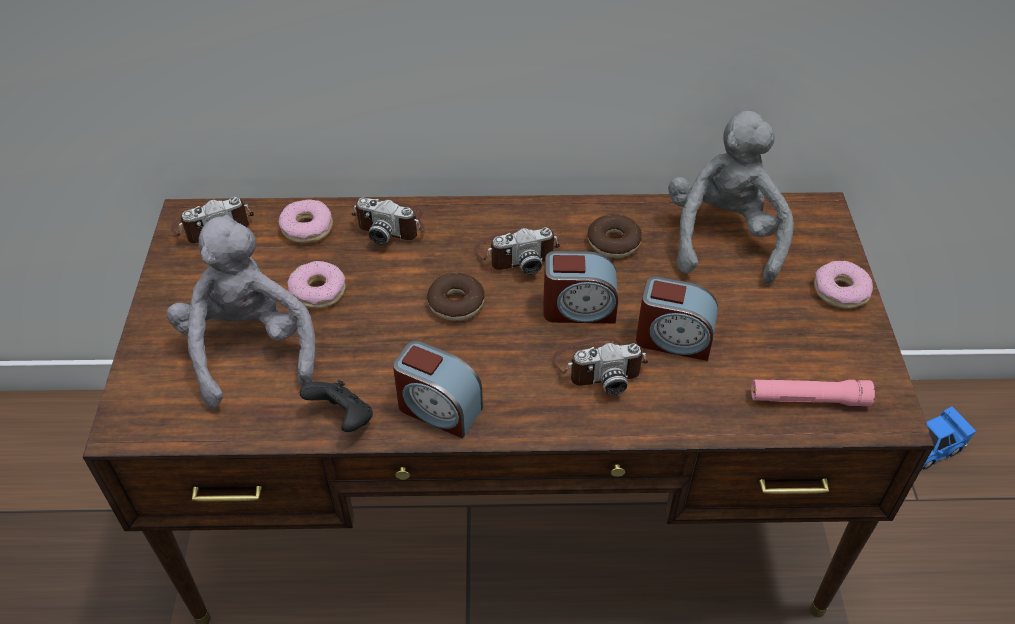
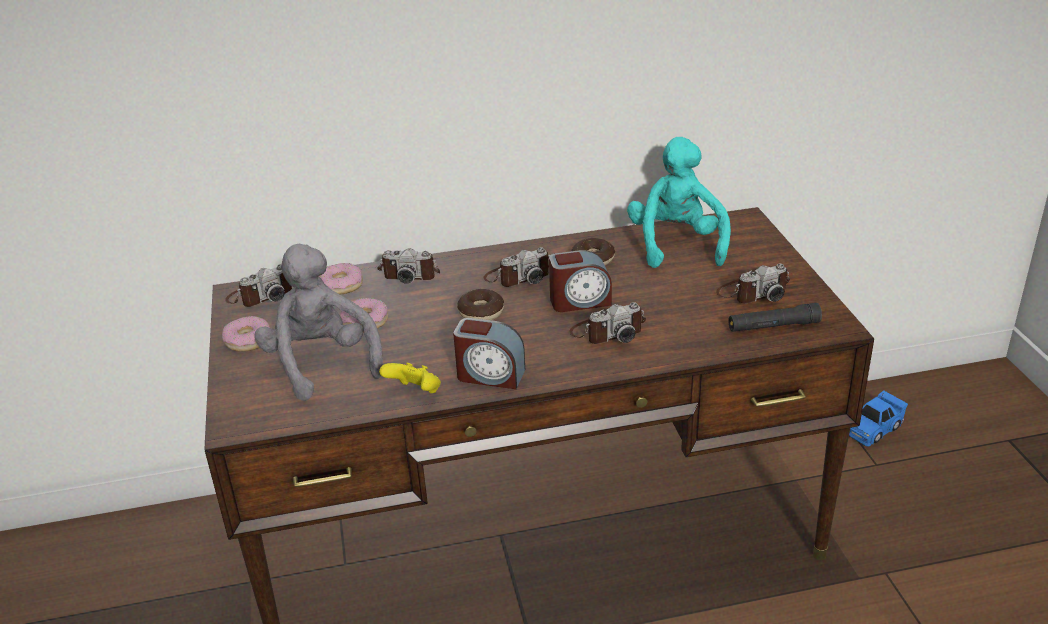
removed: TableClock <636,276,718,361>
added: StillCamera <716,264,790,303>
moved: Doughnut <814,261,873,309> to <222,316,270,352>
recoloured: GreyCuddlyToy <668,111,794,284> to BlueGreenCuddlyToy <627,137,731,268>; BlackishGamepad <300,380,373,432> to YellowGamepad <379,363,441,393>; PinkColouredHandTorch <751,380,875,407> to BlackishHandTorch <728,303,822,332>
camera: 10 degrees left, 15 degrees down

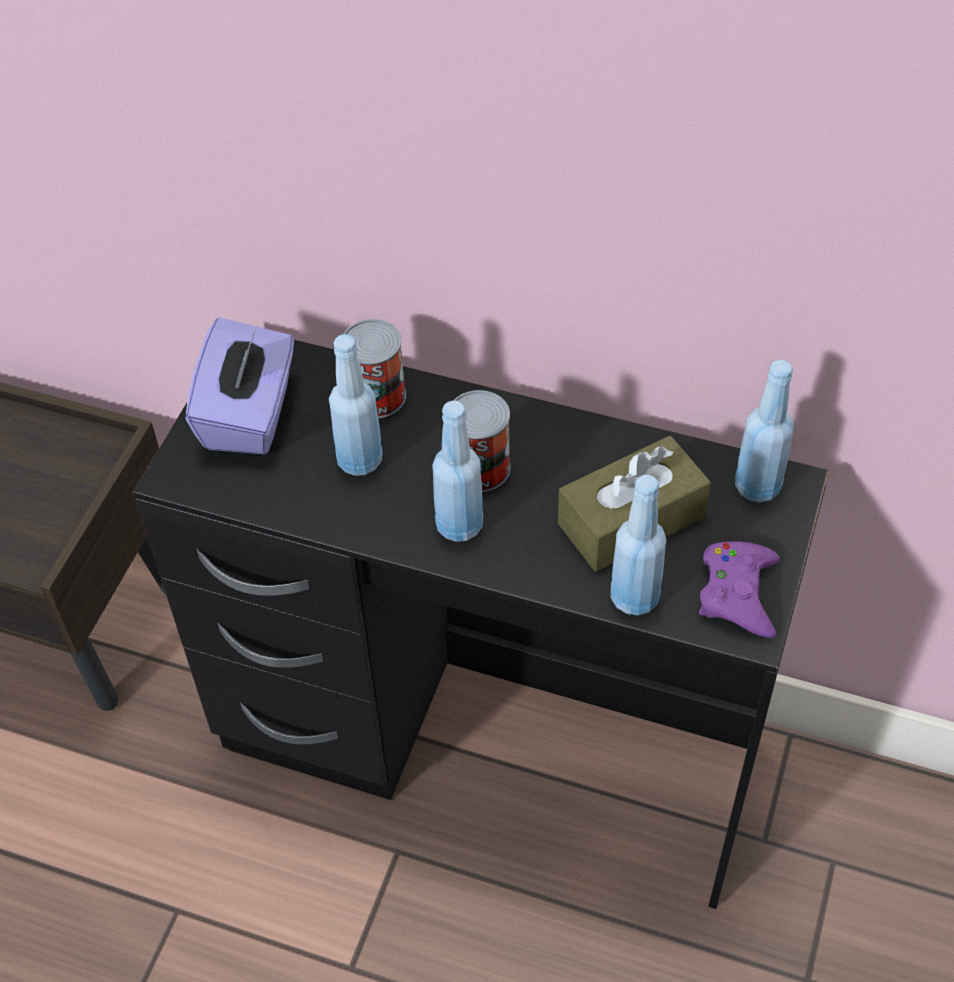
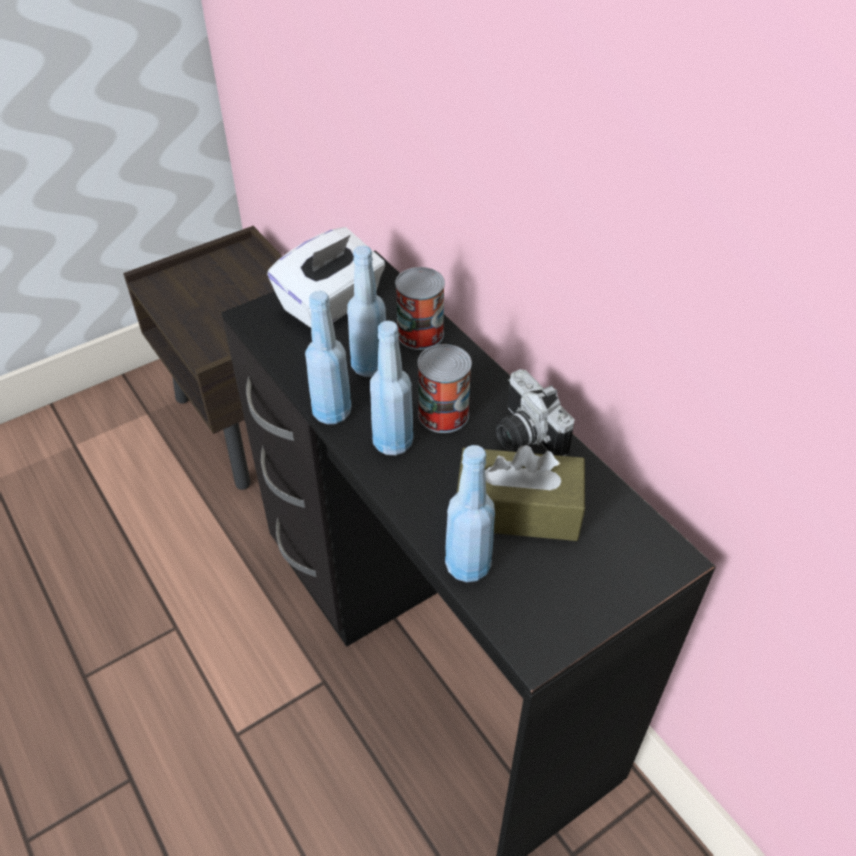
removed: PurpleColouredGamepad <699,542,780,638>
added: StillCamera <496,369,575,456>
moved: BlueDrinkBottle <735,360,794,502> to <305,291,351,424>
recoloured: PurpleColouredTissueBox <185,317,294,454> to WhiteTissueBox <267,227,386,328>
camera: 35 degrees right, 5 degrees down

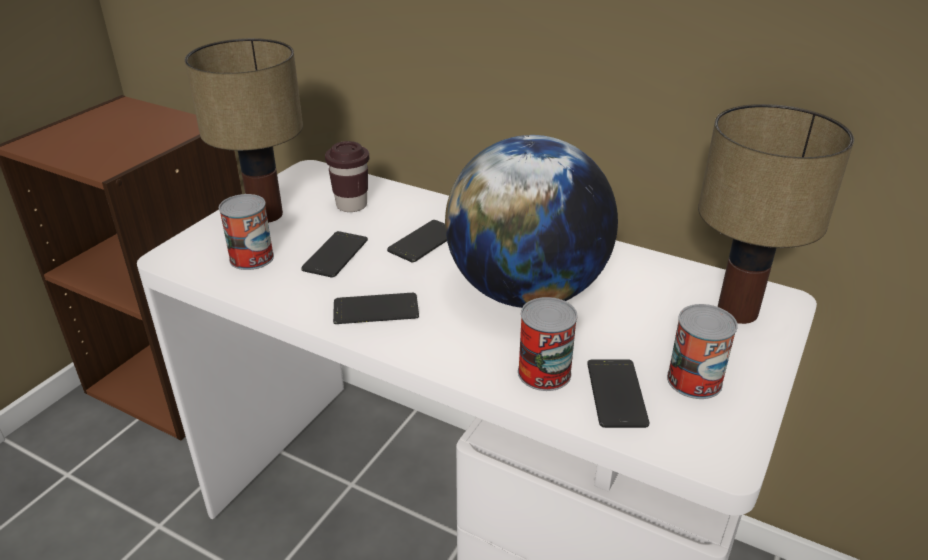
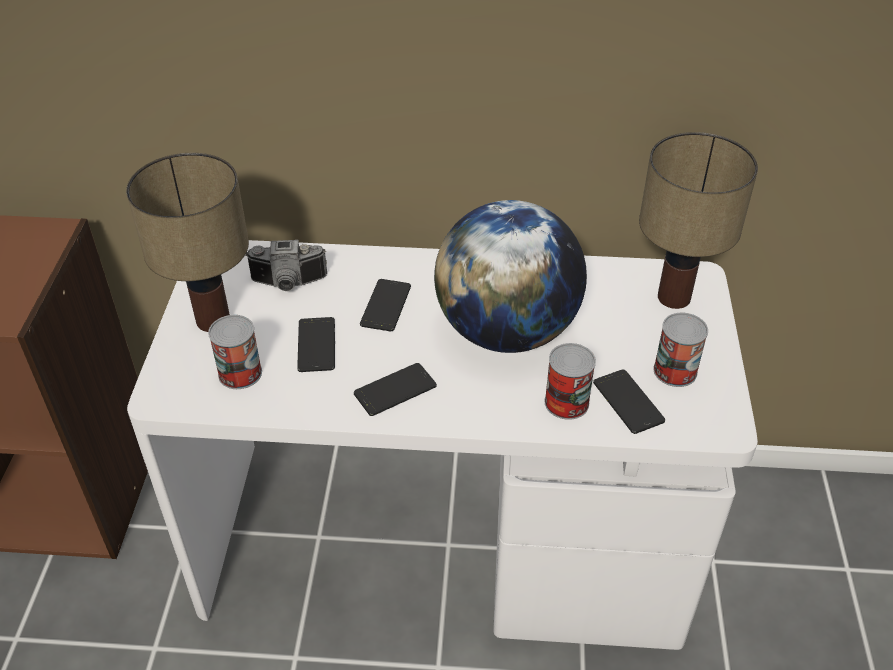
replaced: BrownCup <325,141,369,212> to StillCamera <245,240,327,291>
camera: 25 degrees left, 10 degrees up

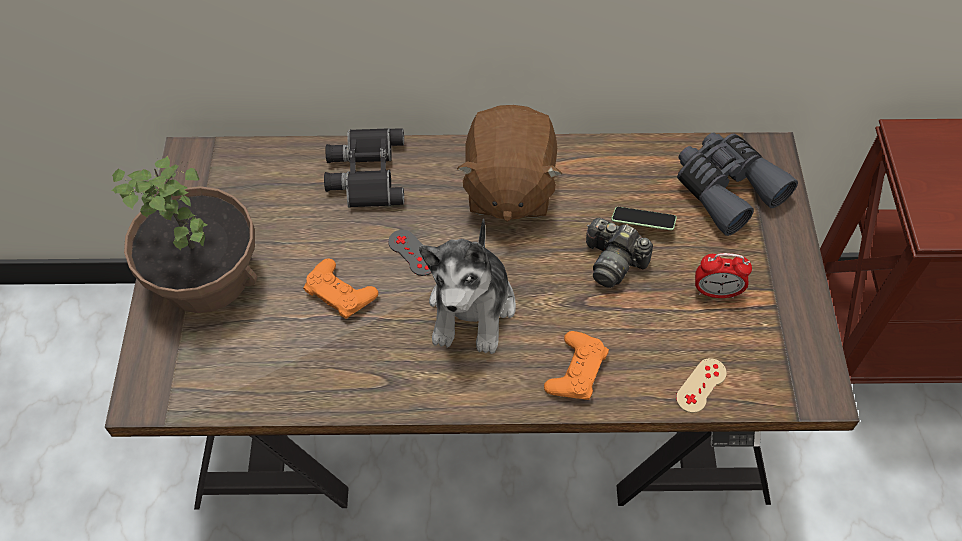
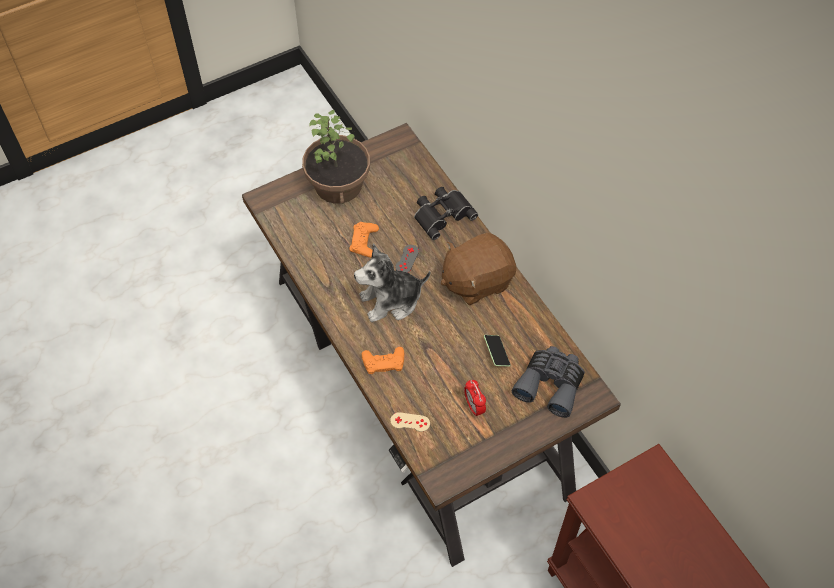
removed: StillCamera <586,218,653,288>
camera: 60 degrees right, 0 degrees up

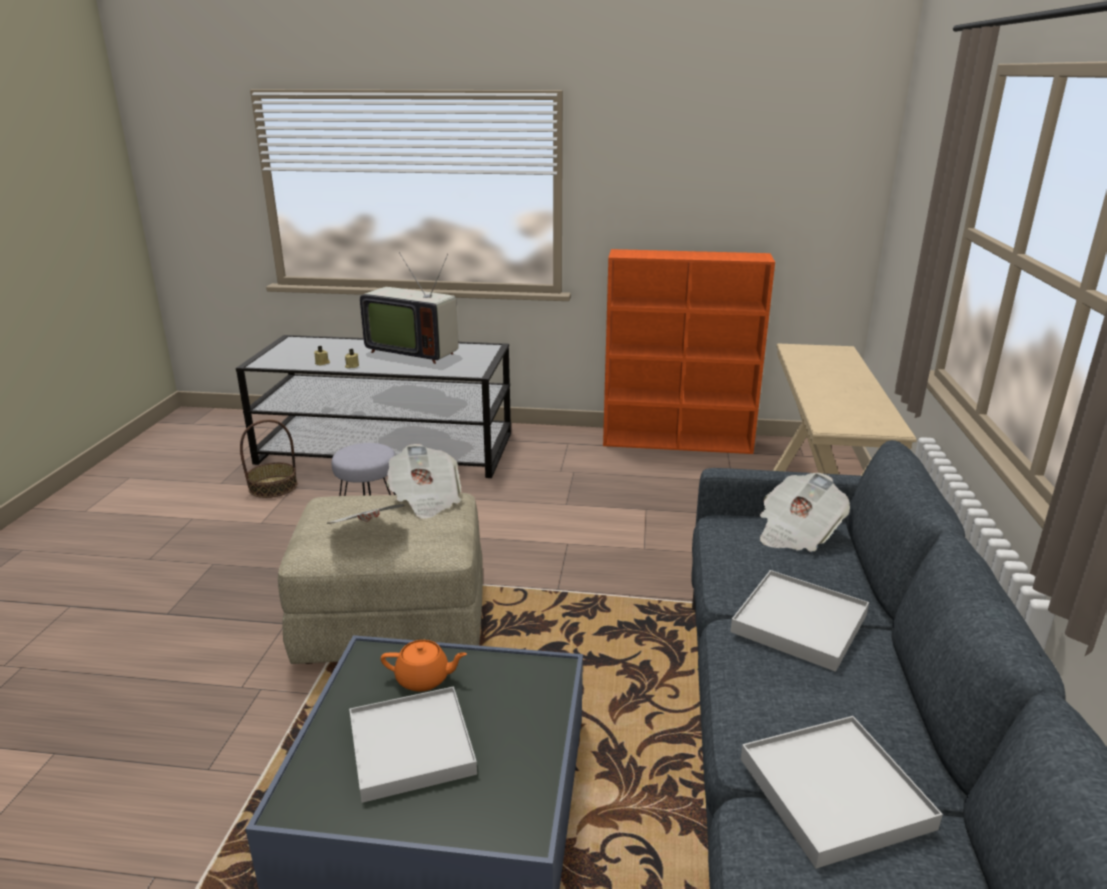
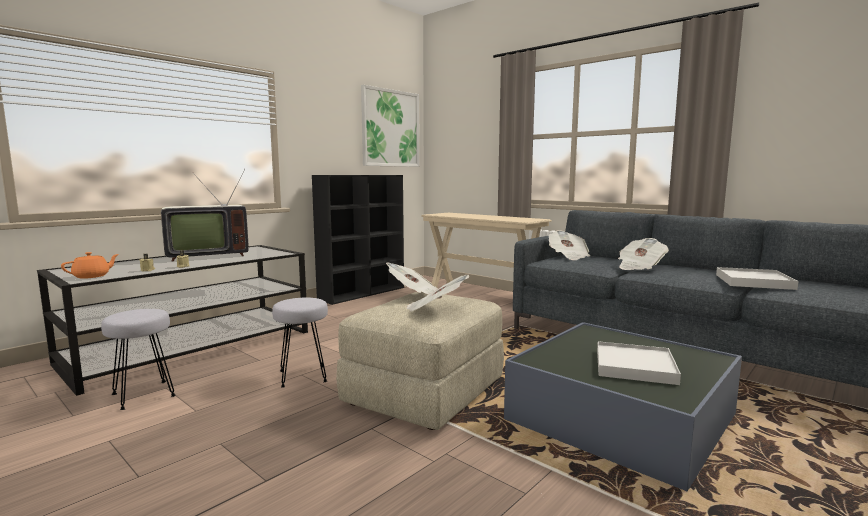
added: WallArt <361,85,419,167>
moved: OrangeTeapot <381,640,467,692> to <61,252,119,278>
replaced: StorageBasket <240,419,297,498> to GreySittingStool <101,309,176,410>; WhiteCarryingTray <730,570,869,672> to PrintedPaper <618,238,669,270>
recoloured: OrangeBookshelf <603,249,775,454> to BlackishBookshelf <312,175,404,305>
camera: 55 degrees left, 15 degrees down

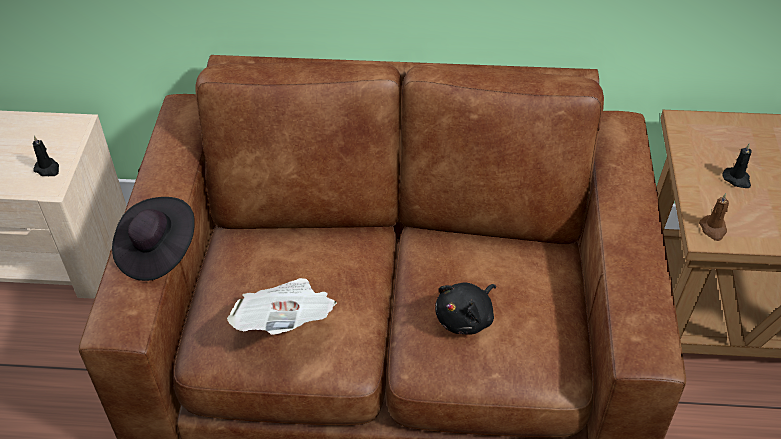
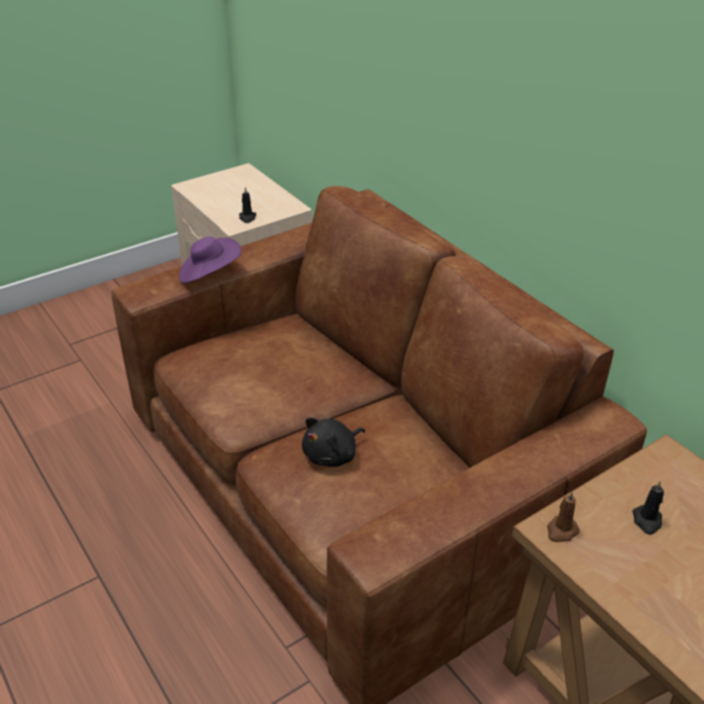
removed: PrintedPaper <227,278,337,335>
recoloured: BlackishClothingHat <112,197,195,281> to PurpleColouredClothingHat <179,237,241,283>
turned: BlackishCuddlyToy <435,282,496,335> = <302,417,365,467> 45 degrees counterclockwise
camera: 50 degrees right, 10 degrees down

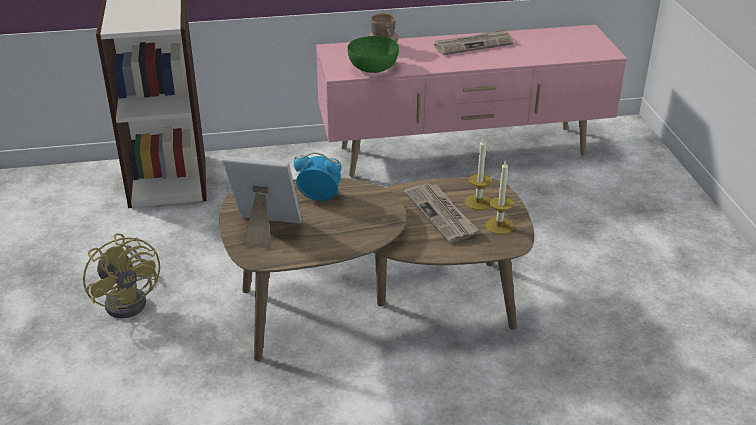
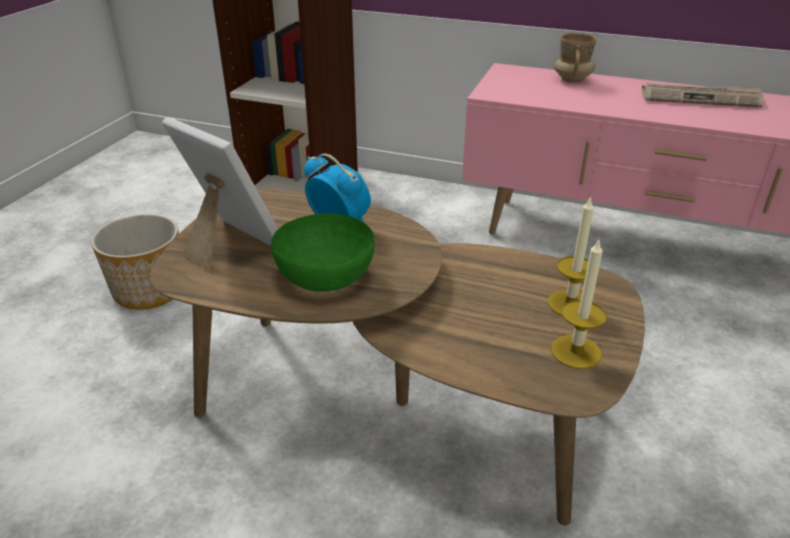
removed: PrintedPaper <404,183,478,243>
moved: GreenishDeepDish <348,36,399,73> to <271,213,375,292>
replaced: YellowCoolingFan <83,233,160,318> to FlowerPot <91,214,179,310>
camera: 30 degrees right, 0 degrees up

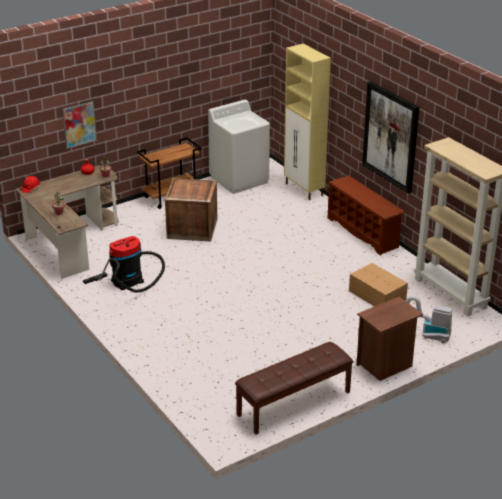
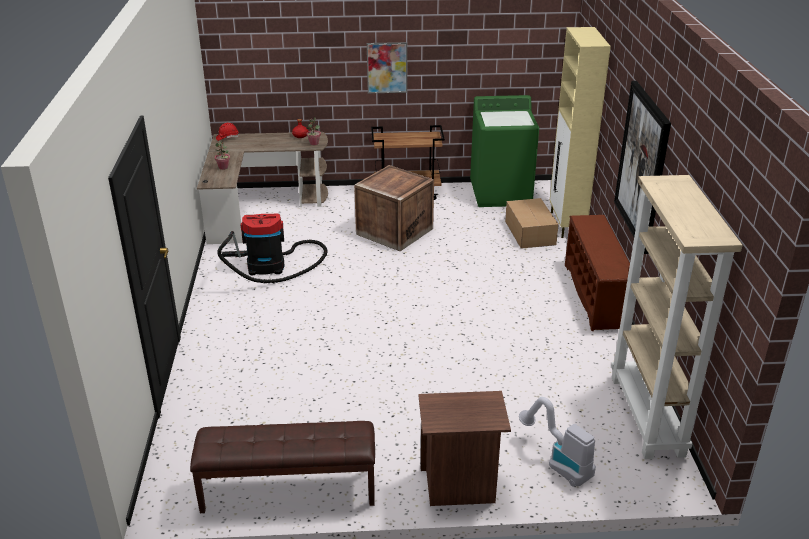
moved: WallArt <62,101,97,149> to <367,42,407,93>; PackingBox <349,263,408,306> to <505,198,559,249>
recoloured: WhiteLaundryAppliance <208,100,270,194> to GreenishLaundryAppliance <470,95,539,207>
camera: 30 degrees right, 0 degrees up

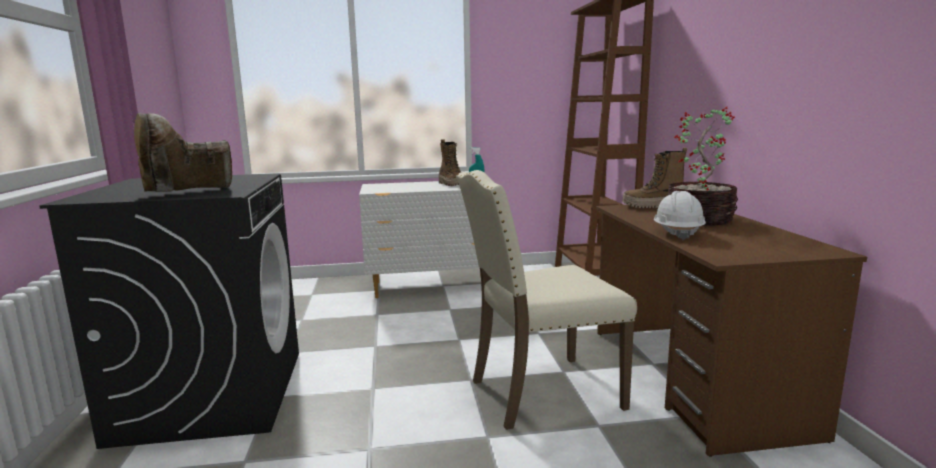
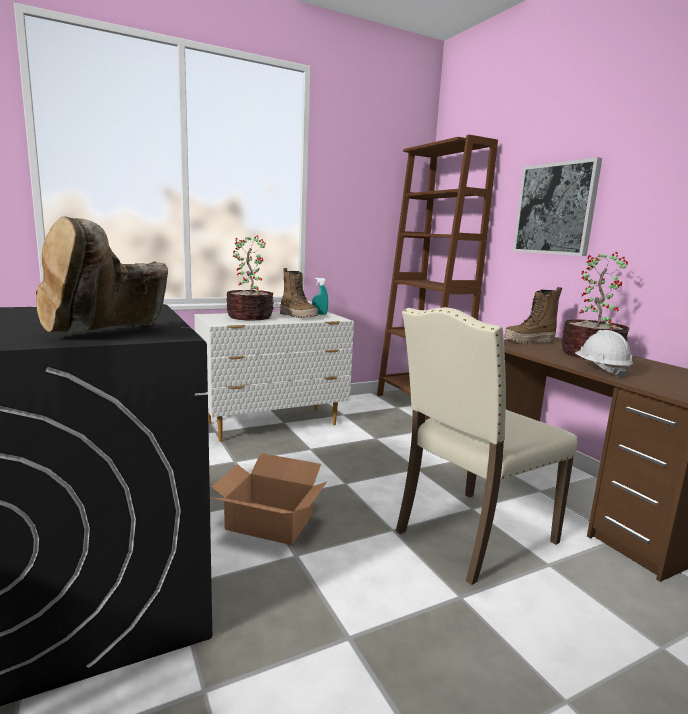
added: WallArt <513,157,602,256>; Houseplant <226,235,274,321>; PackingBox <211,453,327,545>
camera: 20 degrees left, 0 degrees up

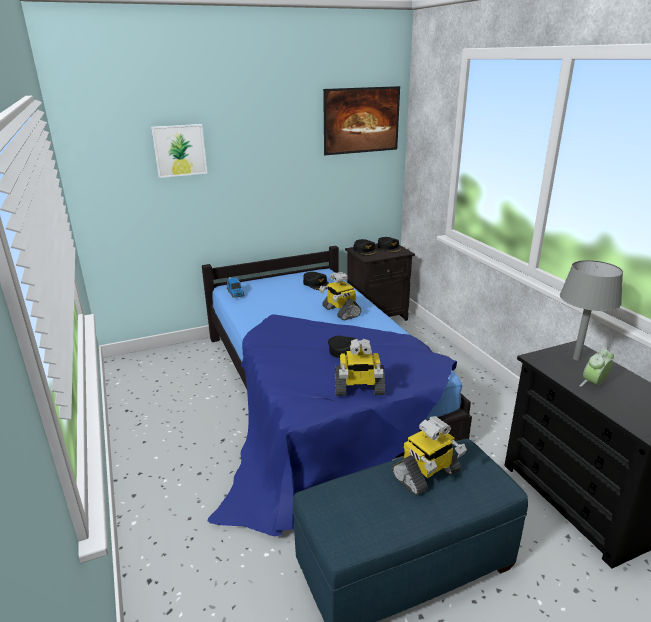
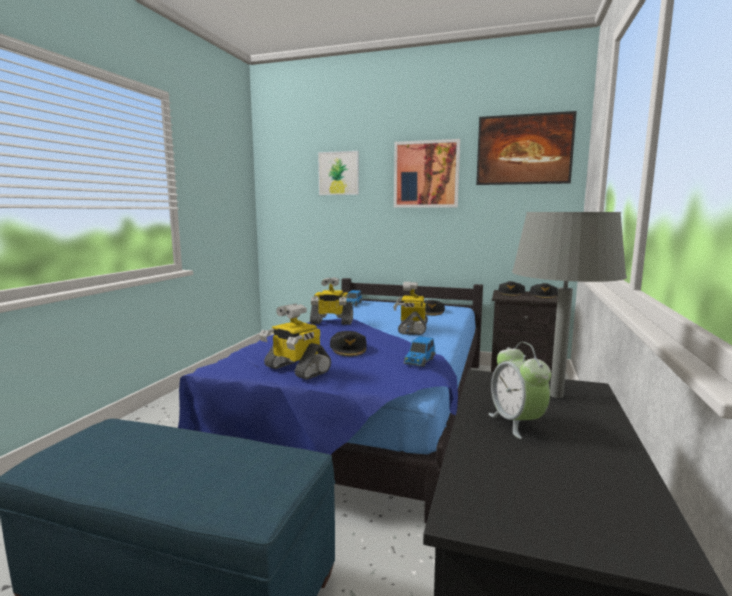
added: WallArt <394,139,460,208>; ToyCar <404,336,436,367>
moved: RobotFigure <392,416,467,496> to <310,277,353,325>
turned: TableClock <580,348,614,387> = <488,342,551,439> 105 degrees counterclockwise
camera: 40 degrees right, 15 degrees down

